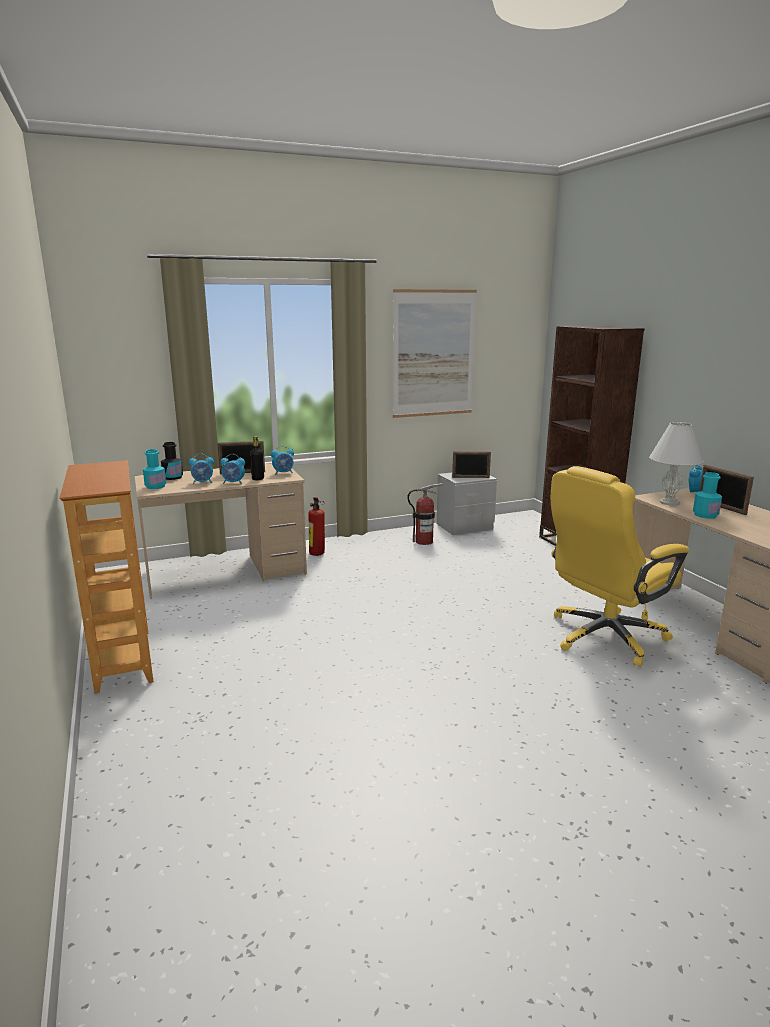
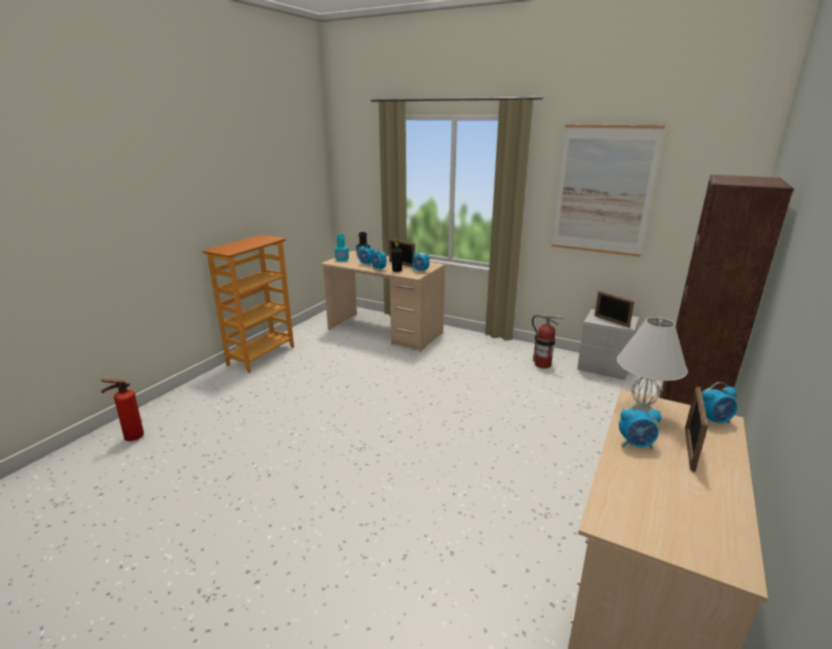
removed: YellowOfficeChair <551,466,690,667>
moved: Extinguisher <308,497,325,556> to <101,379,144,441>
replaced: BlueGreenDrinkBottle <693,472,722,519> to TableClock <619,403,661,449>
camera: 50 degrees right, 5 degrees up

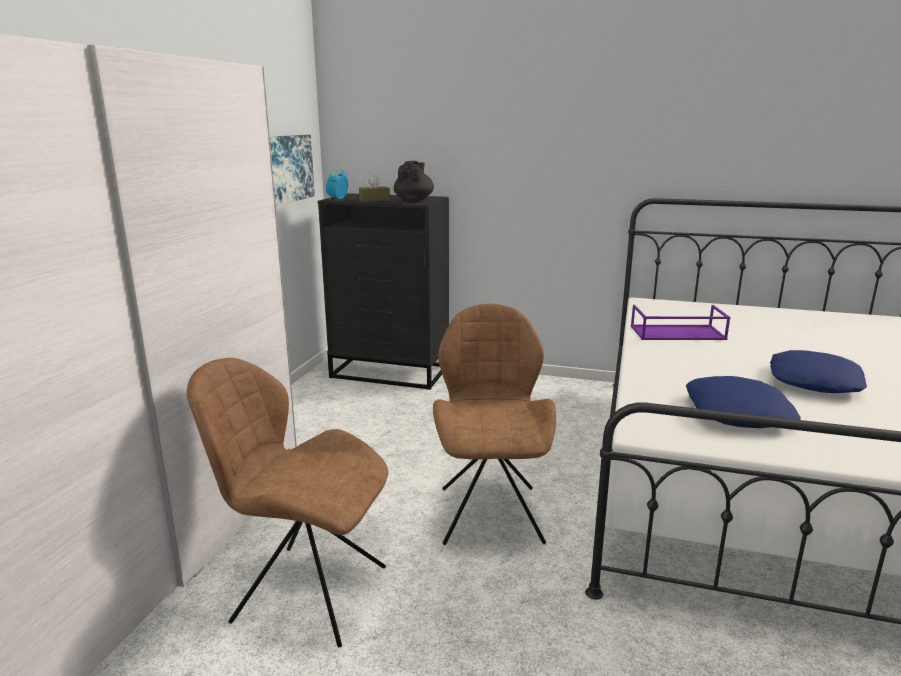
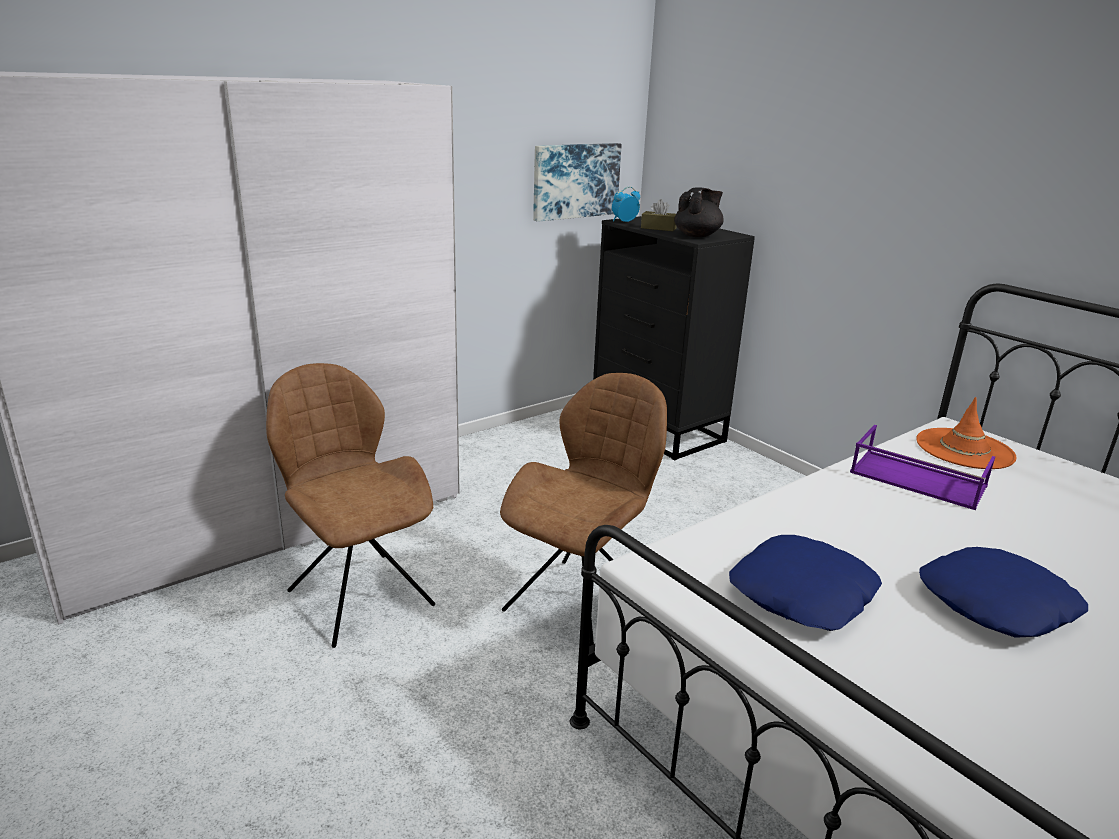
added: OrangeClothingHat <916,397,1017,469>
camera: 35 degrees right, 5 degrees up

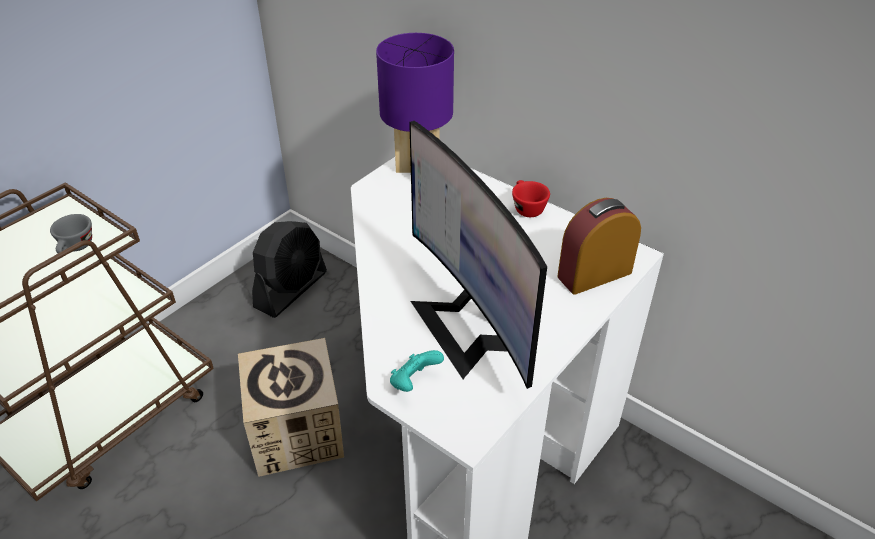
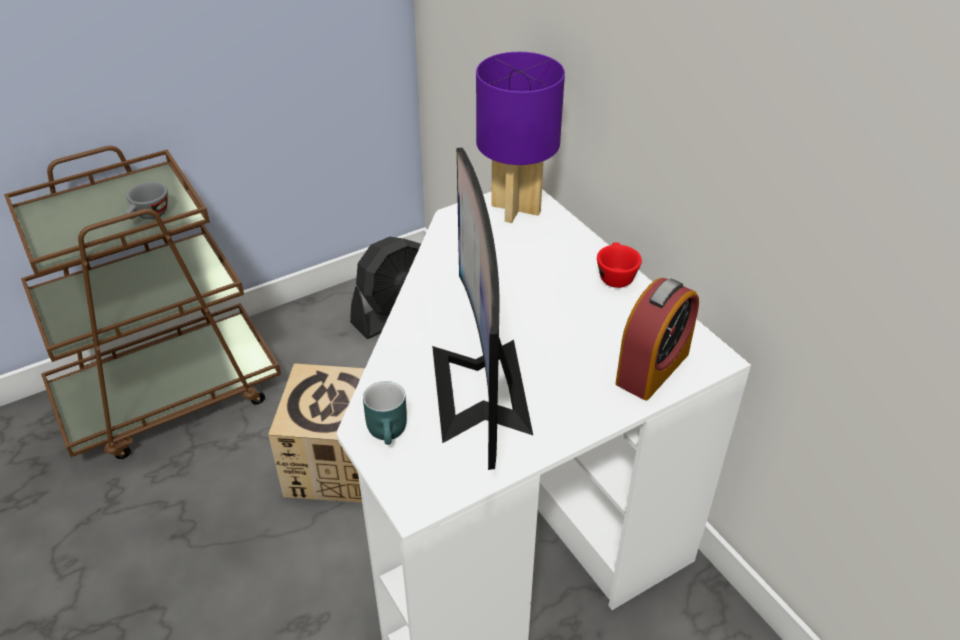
replaced: BlueGreenGamepad <390,350,444,392> to BlueGreenMug <363,381,407,445>
turned: TableClock <557,198,641,295> = <616,278,699,400> 135 degrees clockwise
camera: 20 degrees right, 0 degrees up

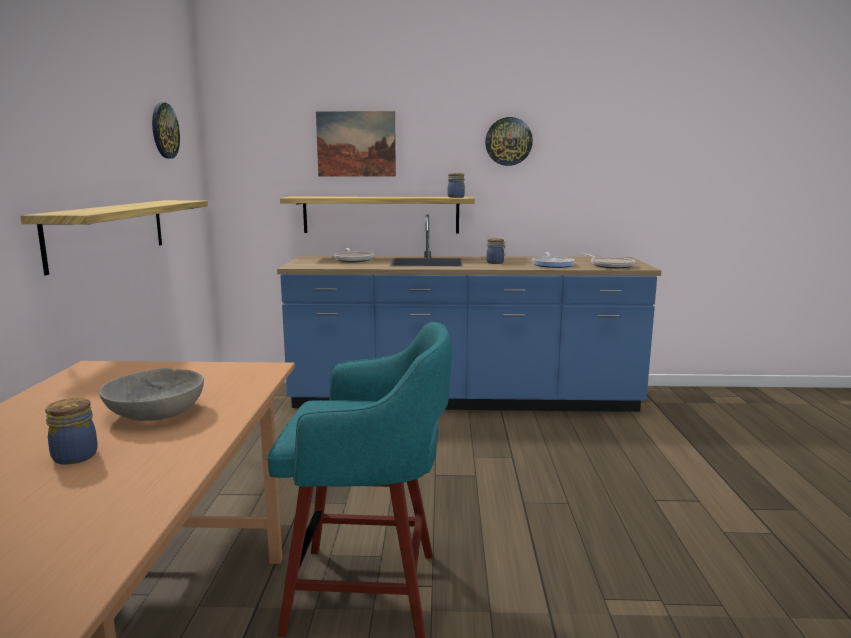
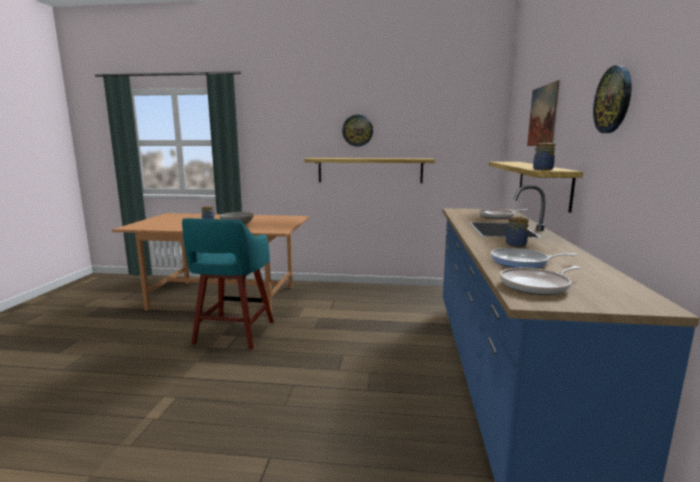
moved: ClockOnTheWall <152,103,180,159> to <342,115,373,147>
camera: 95 degrees right, 0 degrees up

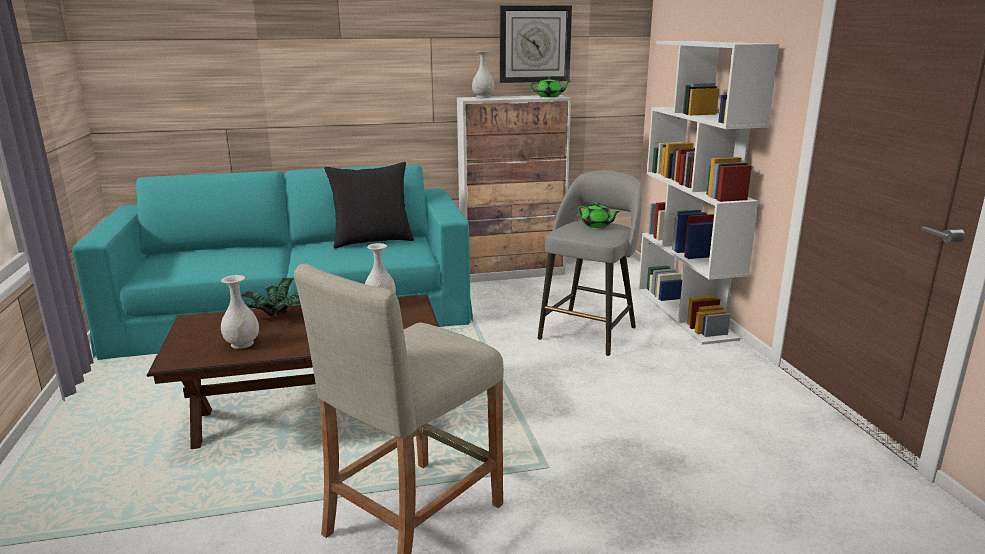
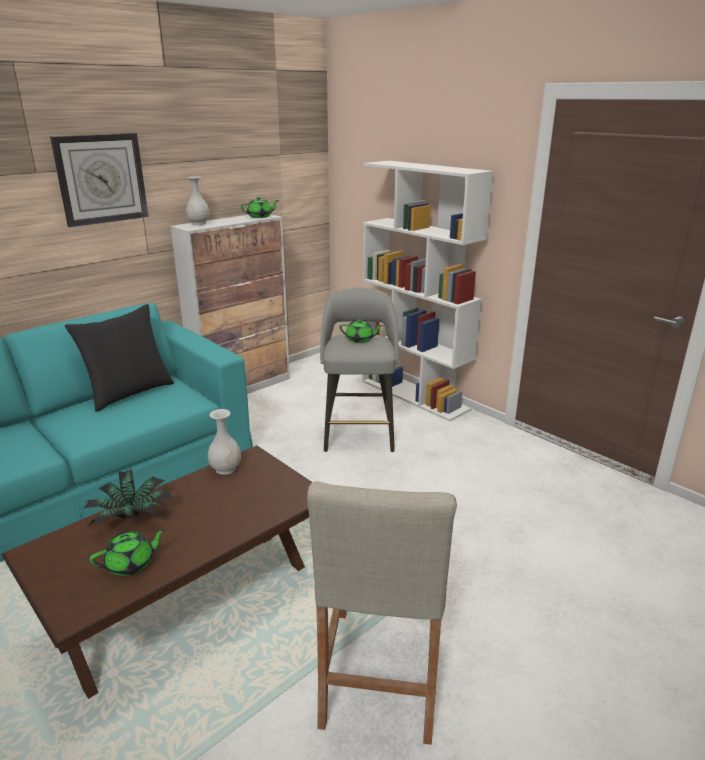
moved: ClockOnTheWall <500,5,572,83> to <50,133,149,227>
replaced: WhiteFlowerVase <221,275,259,349> to GreenishTeapot <89,529,166,576>
camera: 30 degrees left, 5 degrees up

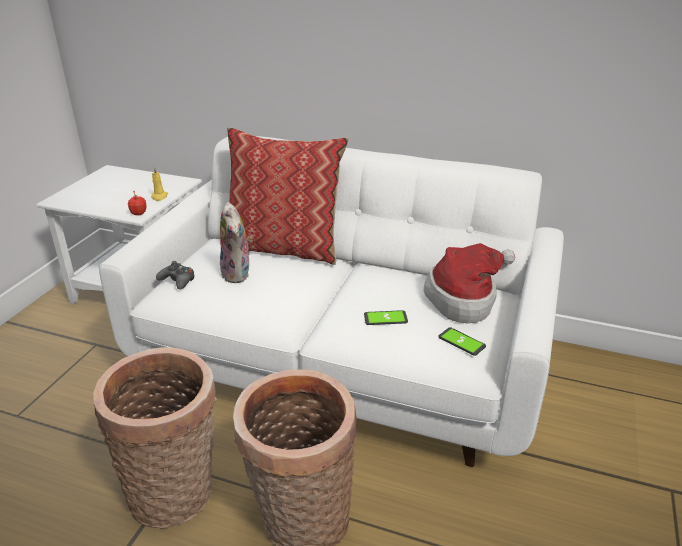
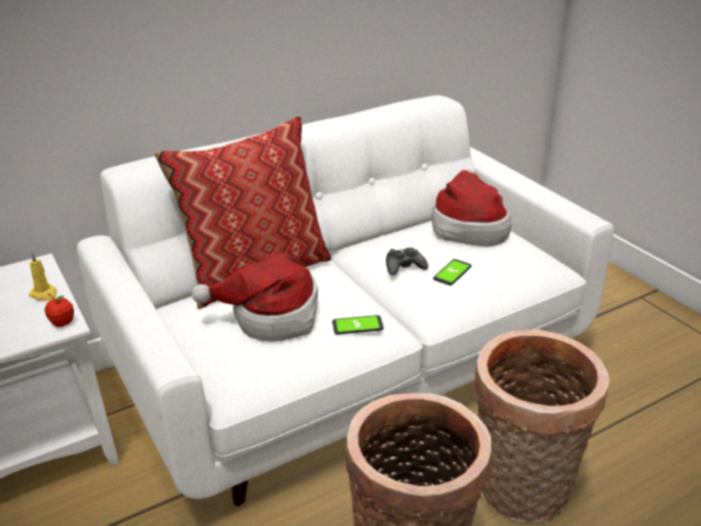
moved: BlackishGamepad <156,261,195,290> to <386,247,428,276>; Handset <438,327,486,356> to <332,315,384,334>
replaced: CuddlyToy <220,202,253,283> to ClothingHat <192,253,318,342>
camera: 50 degrees left, 0 degrees up

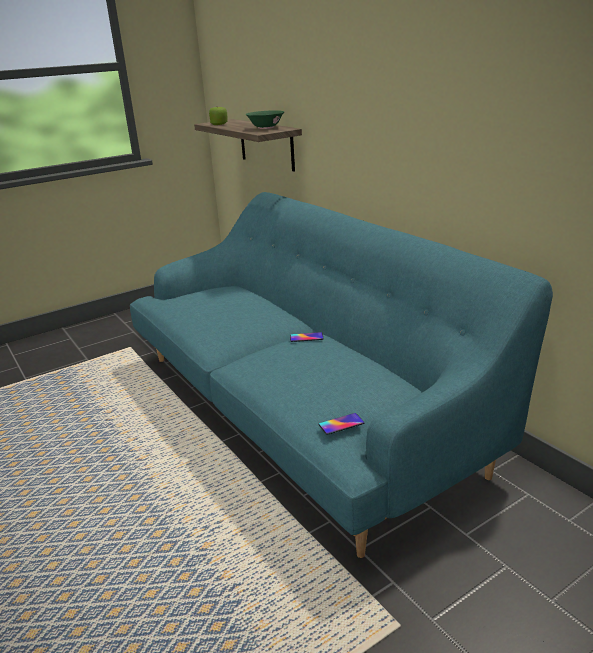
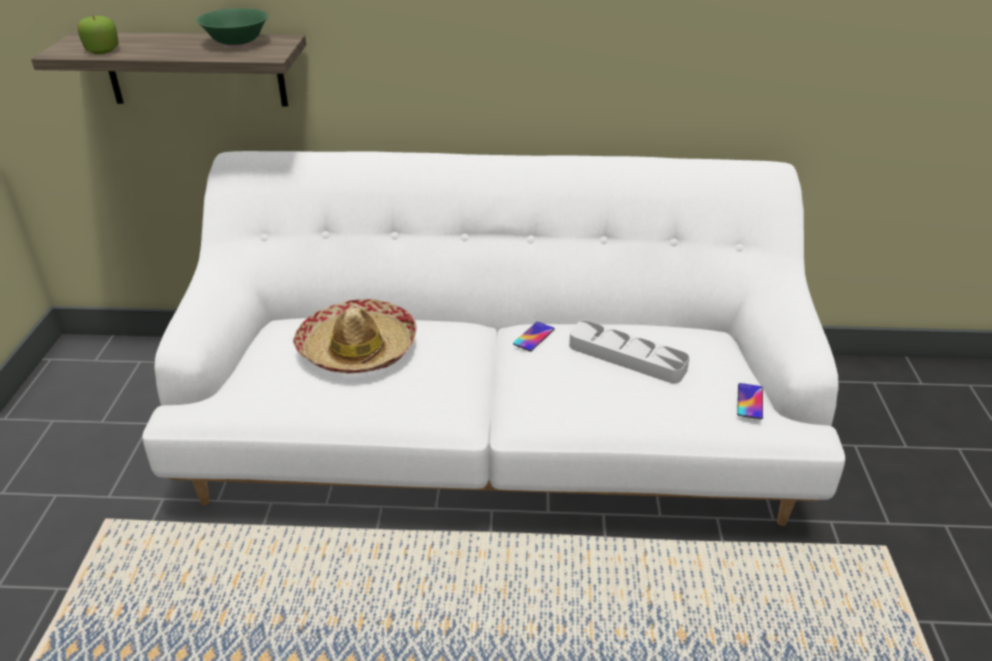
added: ClothingHat <293,299,417,373>; GreyCarryingTray <569,321,690,383>
recoloured: BlueGreenSofa <130,192,553,558> to WhiteSofa <142,151,845,526>
camera: 55 degrees left, 10 degrees up

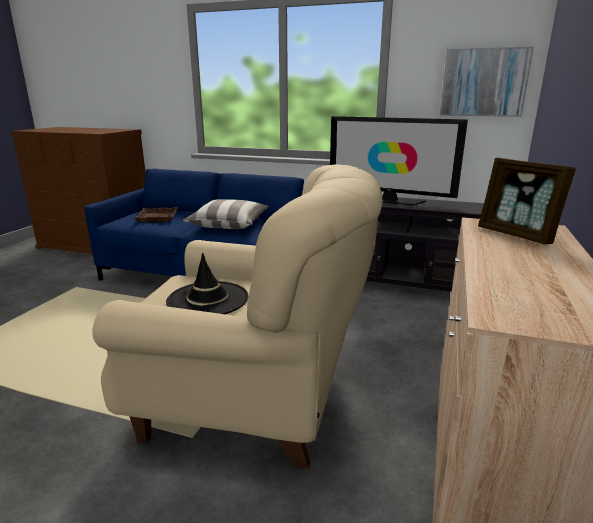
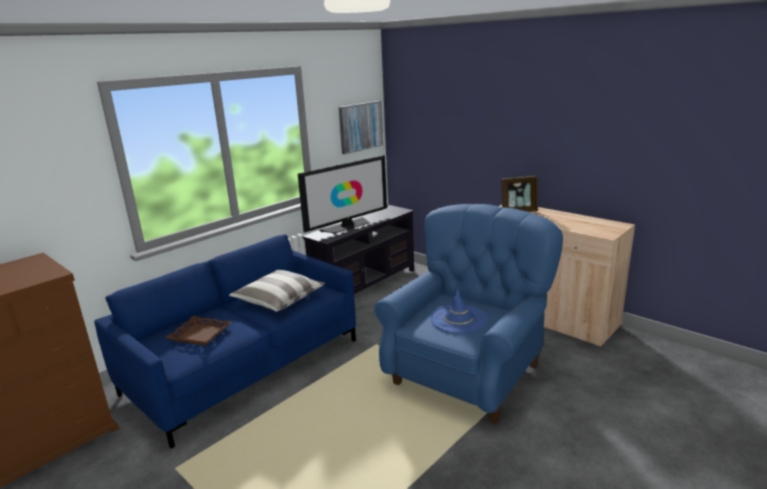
recoloured: BeigeEasyChair <93,164,382,468> to BlueEasyChair <374,204,563,424>; BlackishClothingHat <166,253,249,314> to BlueClothingHat <430,289,488,333>
camera: 65 degrees left, 0 degrees up

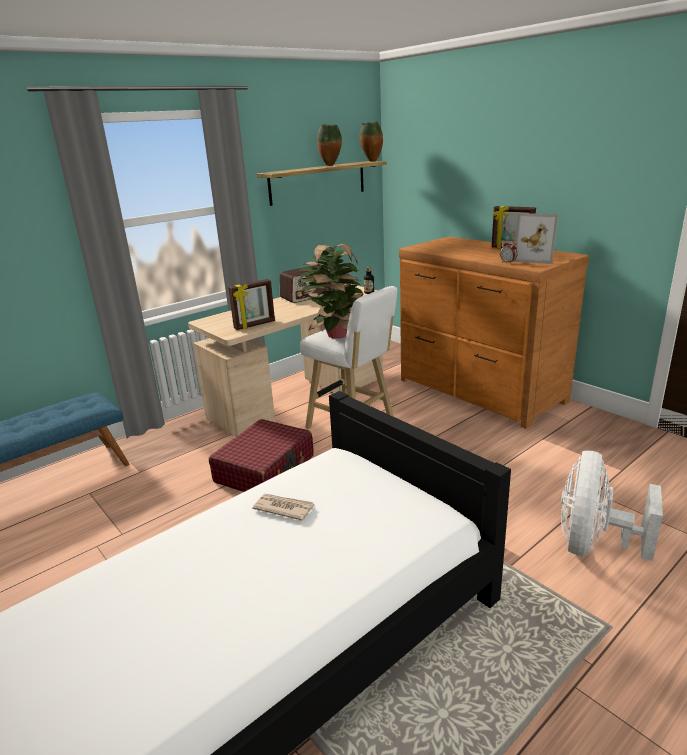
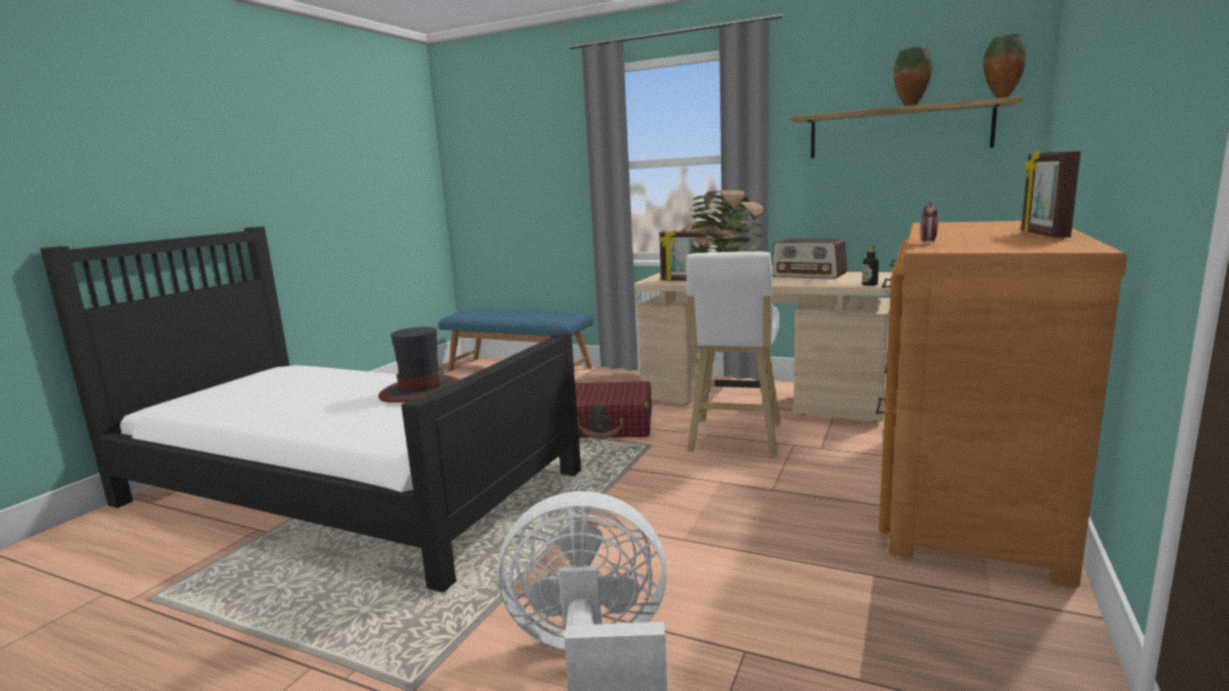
removed: StandingFrame <513,213,558,264>
replaced: PrintedPaper <252,494,314,521> to ClothingHat <379,327,459,403>
camera: 65 degrees right, 10 degrees down

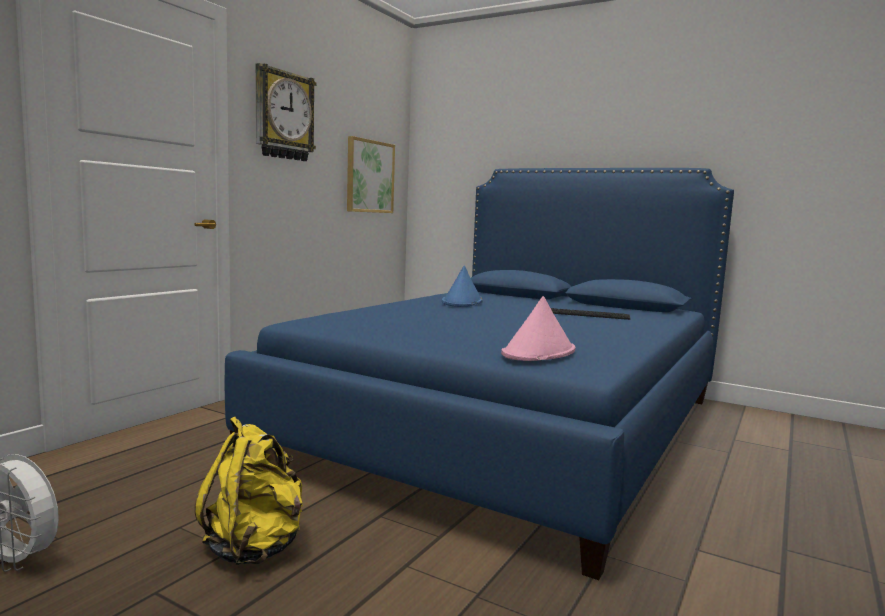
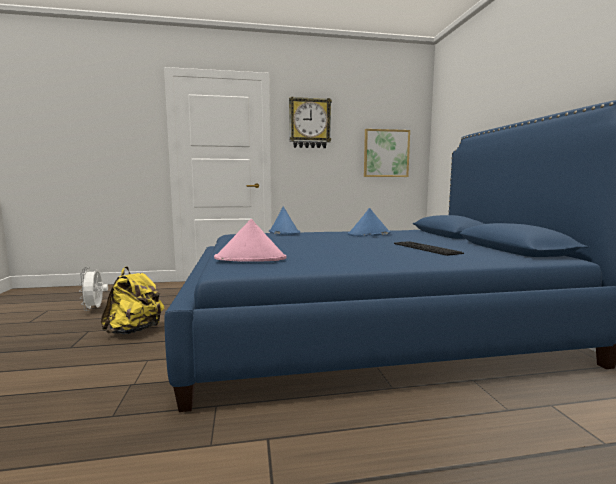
added: BlueClothingHat <269,207,300,235>
camera: 50 degrees right, 0 degrees up

